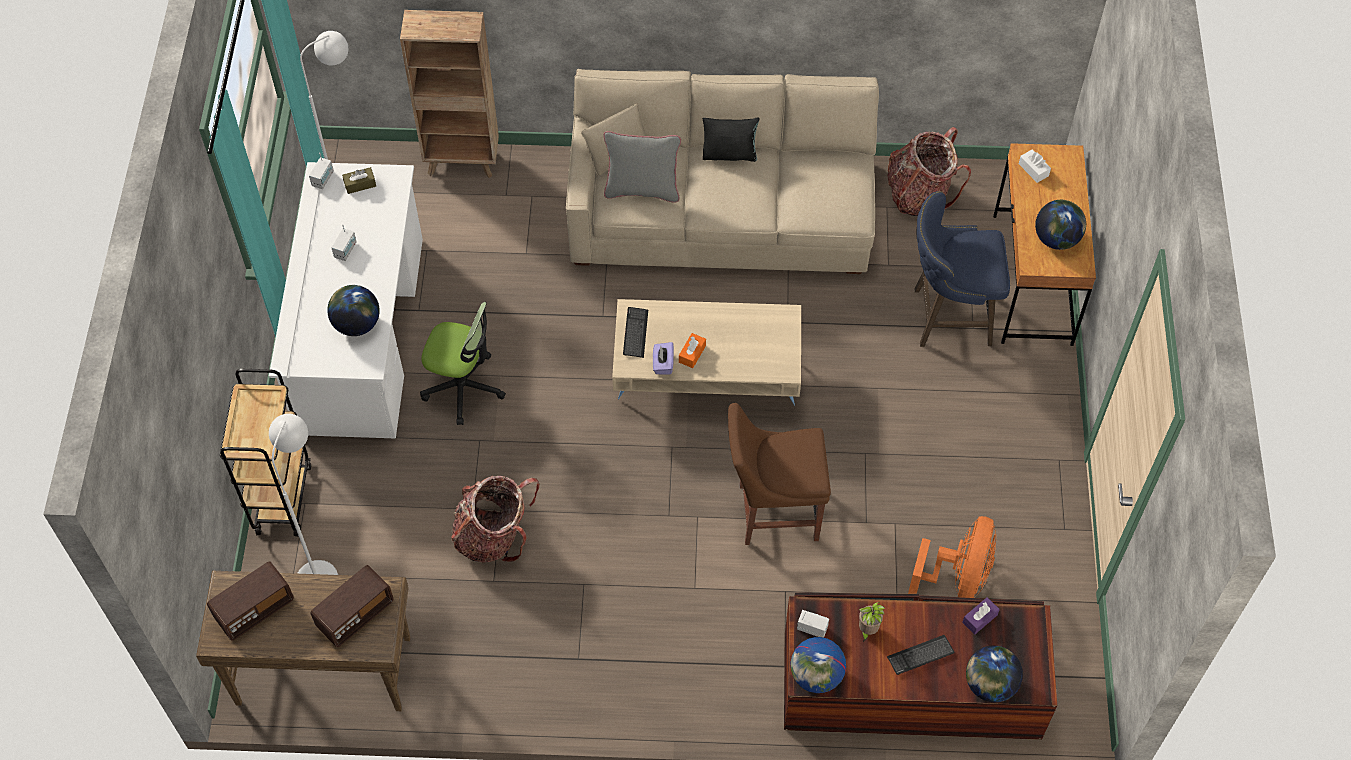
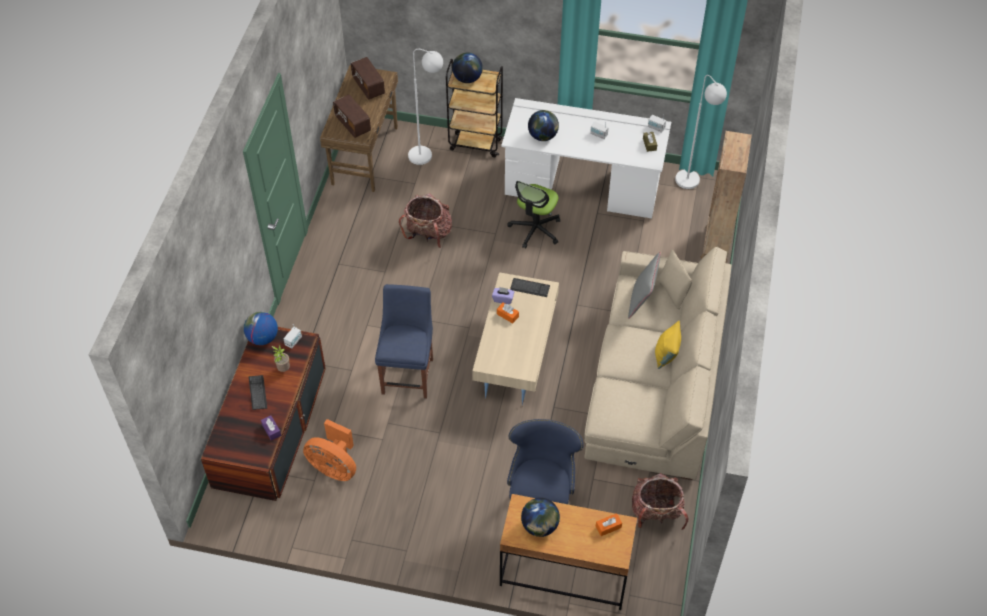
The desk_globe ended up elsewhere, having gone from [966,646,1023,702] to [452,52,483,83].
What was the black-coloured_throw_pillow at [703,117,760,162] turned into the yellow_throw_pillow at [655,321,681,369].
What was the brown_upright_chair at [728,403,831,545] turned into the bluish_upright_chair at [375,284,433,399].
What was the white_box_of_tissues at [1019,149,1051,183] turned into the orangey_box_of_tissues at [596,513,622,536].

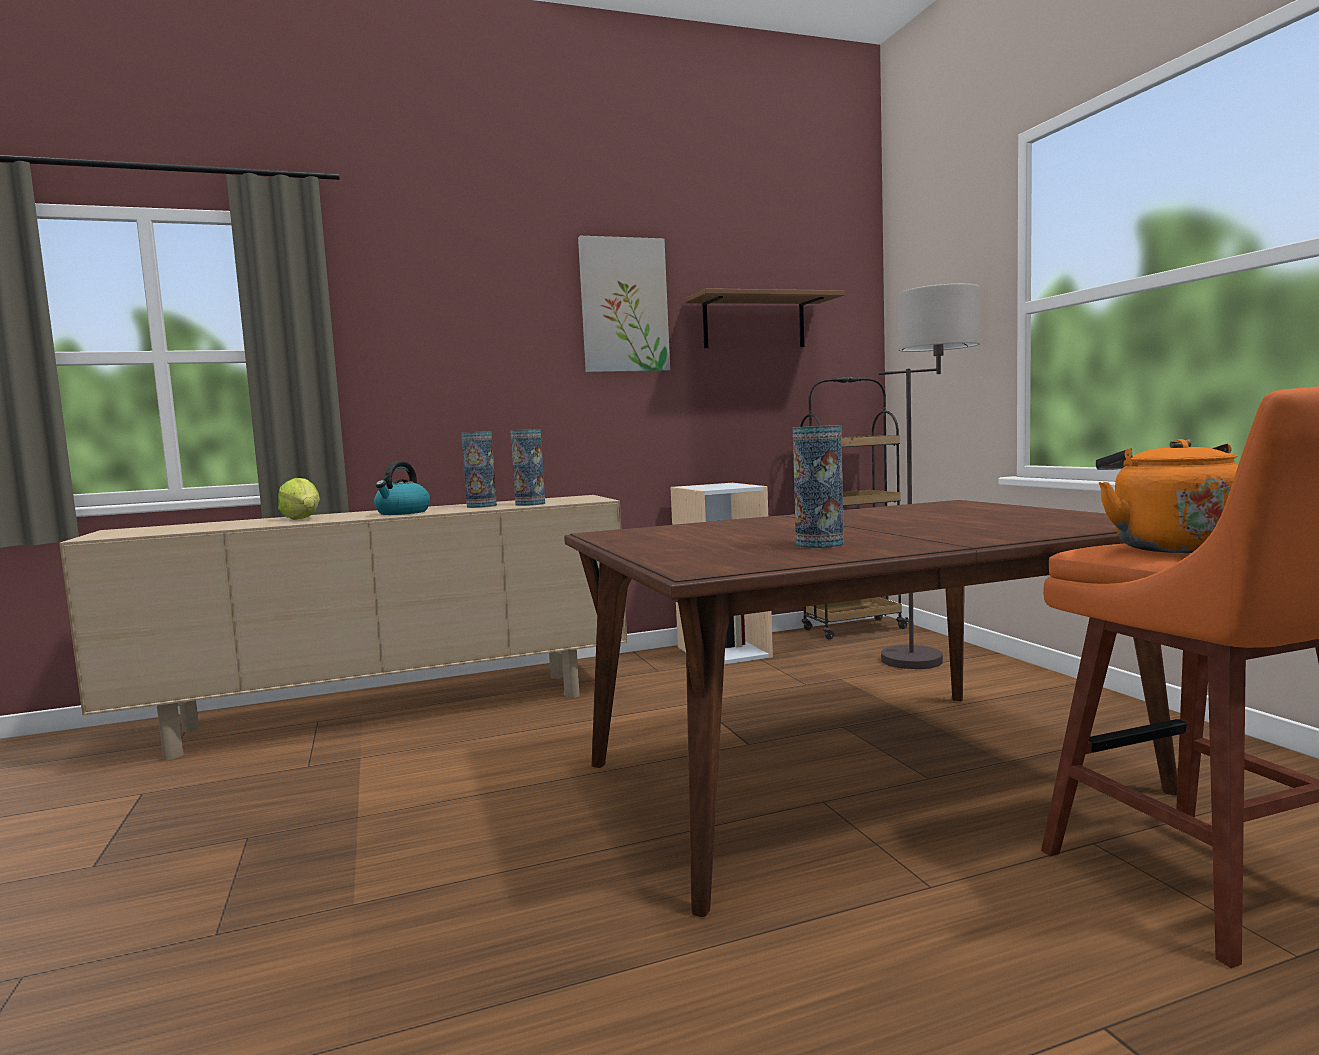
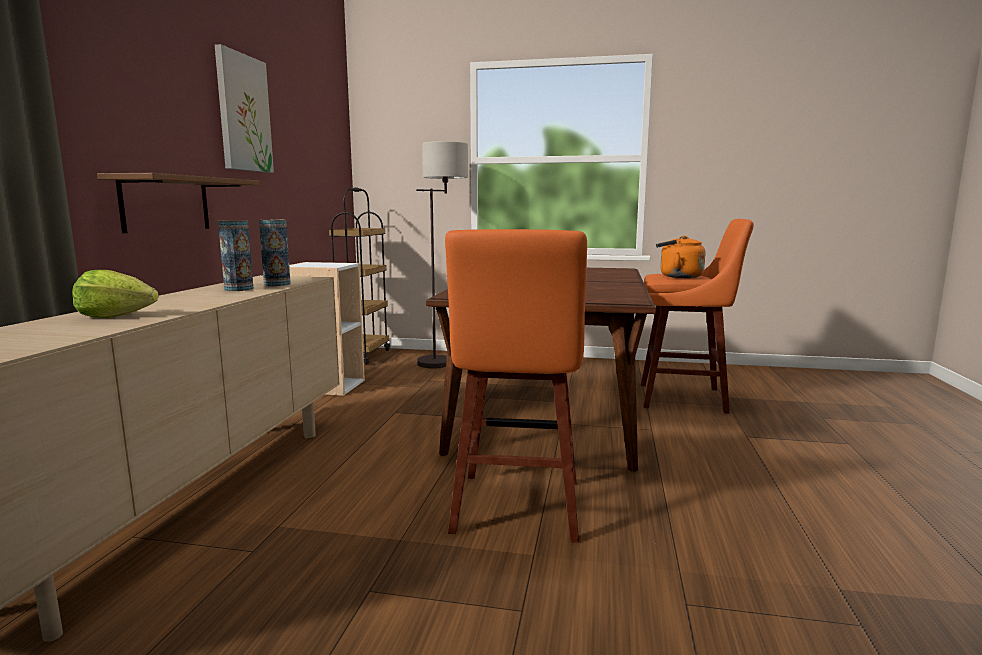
The second view lost the tea_kettle at [374,461,430,515].
The second view lost the decorative_vase at [793,425,844,549].
The second view gained the orangey_sitting_stool at [445,229,587,543].
The brown_bracket_shelf ended up elsewhere, having gone from [685,288,845,348] to [97,173,260,233].

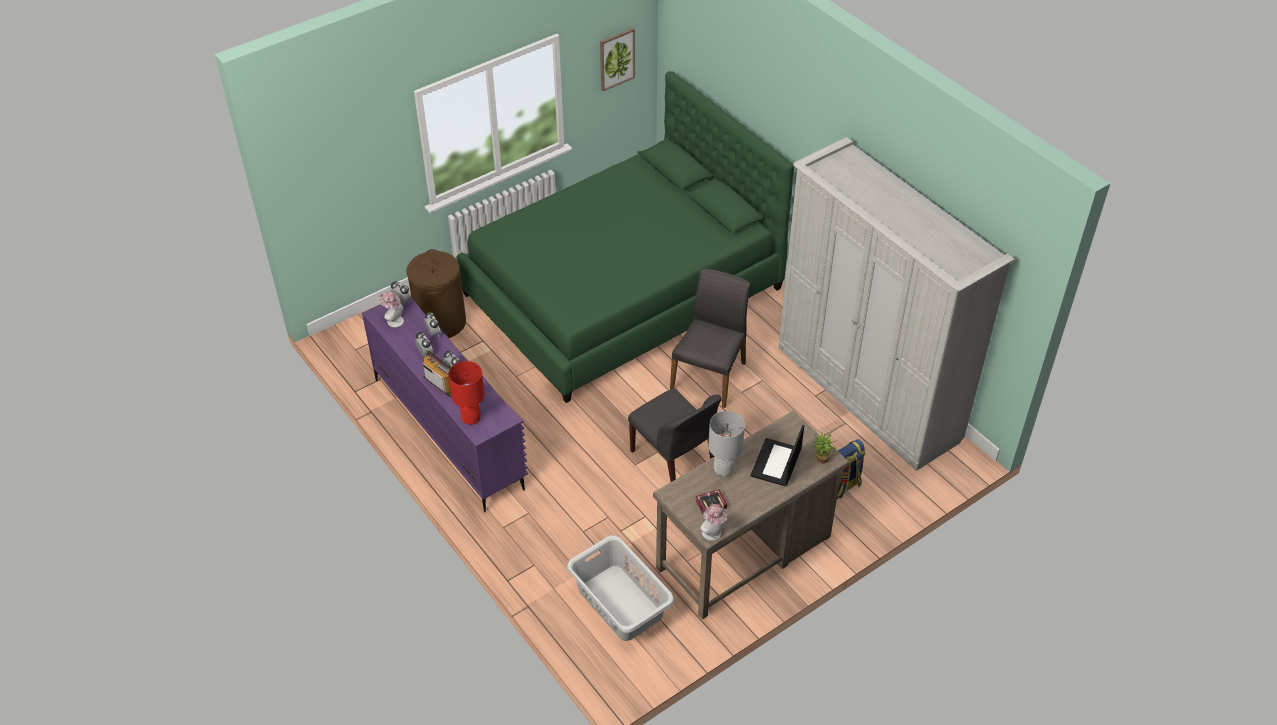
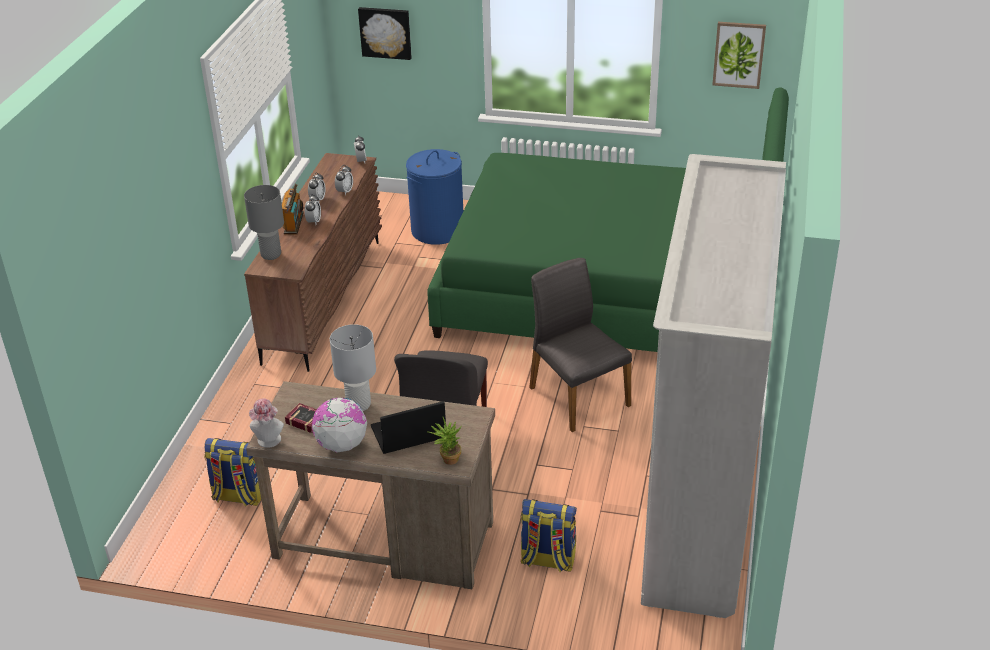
The second view lost the clothing_hat at [379,291,404,327].
The second view gained the desk_globe at [312,398,367,453].
The second view gained the wall_picture at [358,7,412,60].
Where the grey_washing_basket stood at [567,535,674,641], the rucksack came to stand at [204,438,261,507].
What was the purple-coloured_dresser at [362,297,528,512] turned into the brown_dresser at [244,153,382,372].
What was the brown_washing_basket at [406,249,466,338] turned into the bluish_washing_basket at [406,149,463,245].
What was the red_lamp_for_a_table at [448,361,485,425] turned into the grey_lamp_for_a_table at [244,185,284,260].
The grey_upright_chair at [670,269,750,408] ended up facing another way, 105 degrees counterclockwise from before.

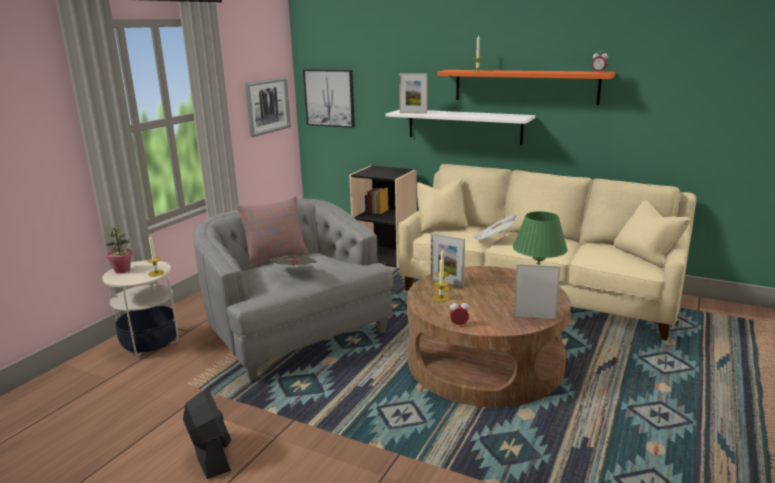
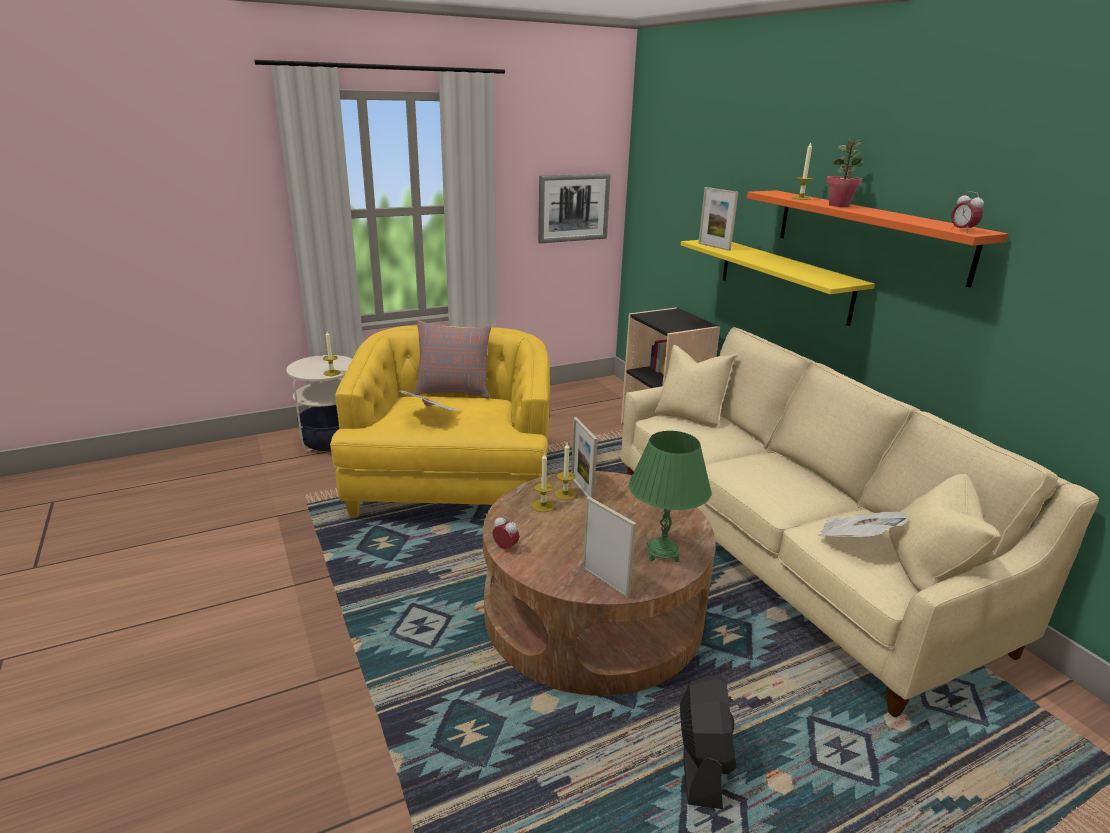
The second view lost the wall_picture at [303,69,355,128].
The plant_in_a_pot ended up elsewhere, having gone from [106,228,133,274] to [826,138,864,207].
The black-coloured_cooling_fan ended up elsewhere, having gone from [183,390,231,479] to [680,674,736,809].
The newspaper ended up elsewhere, having gone from [473,215,518,241] to [818,512,908,537].
What was the grey_armchair at [193,198,393,381] turned into the yellow_armchair at [330,325,550,518].
What was the white_bracket_shelf at [386,110,535,145] turned into the yellow_bracket_shelf at [681,240,875,326].

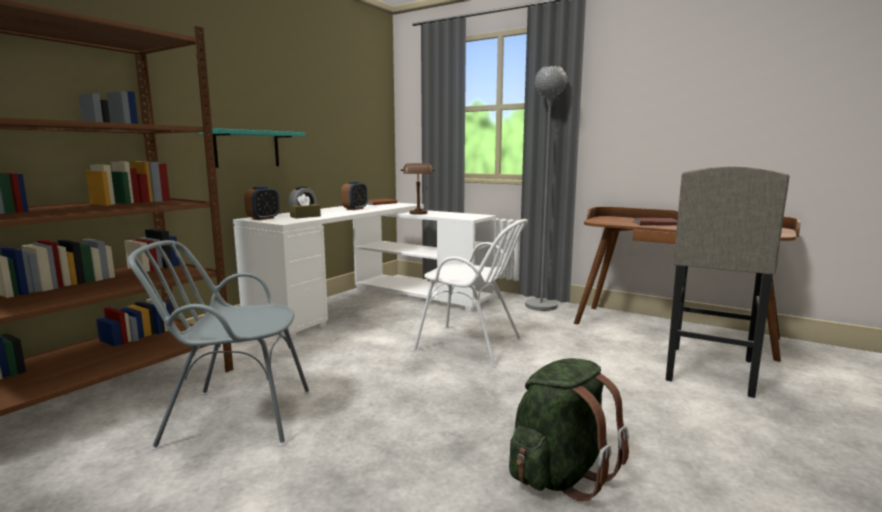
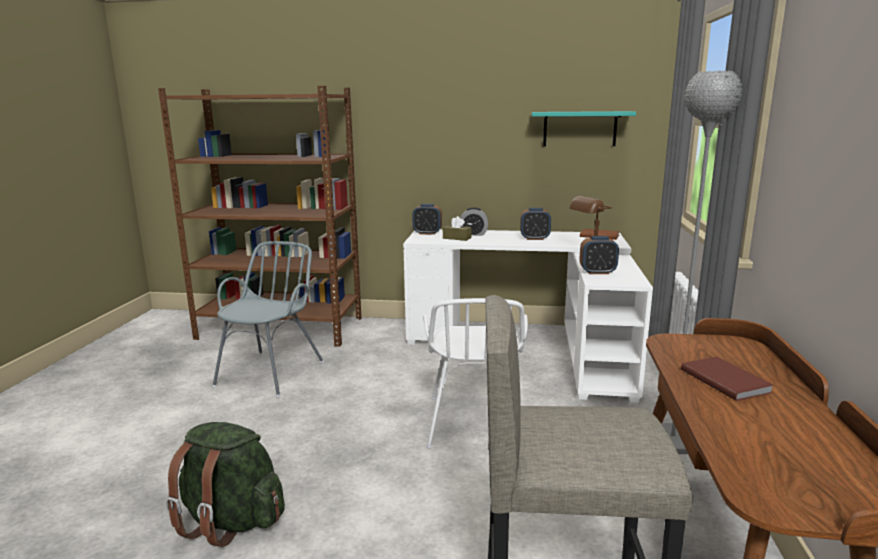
The second view gained the bedside_clock at [580,236,619,274].
The turquoise-coloured_bracket_shelf ended up elsewhere, having gone from [199,128,305,168] to [532,111,636,146].
The grey_upright_chair at [128,240,310,450] ended up facing another way, 45 degrees clockwise from before.

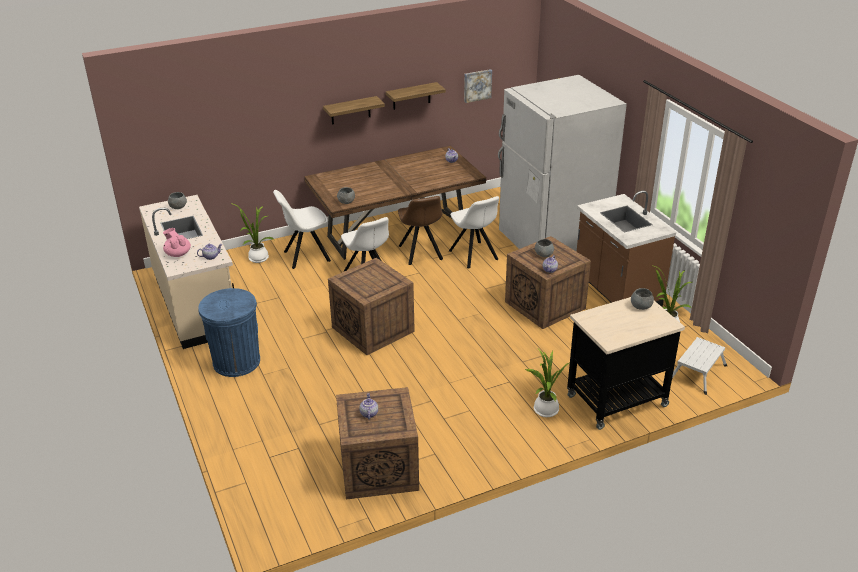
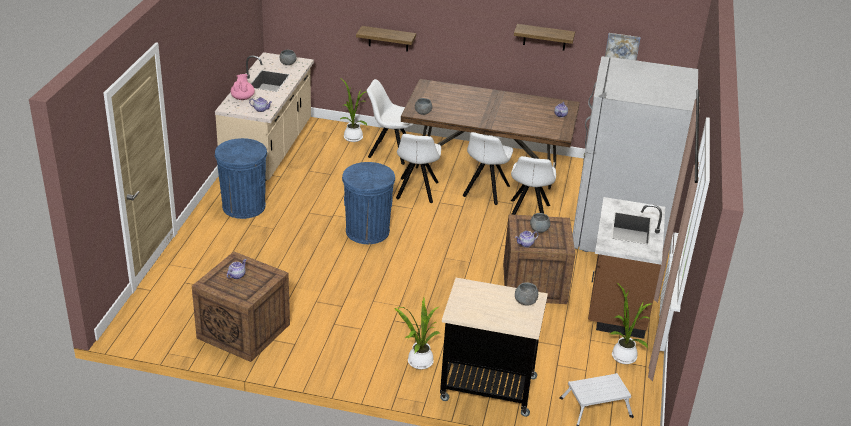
The bracket_shelf ended up elsewhere, having gone from [323,96,385,125] to [356,26,416,52].
Where the shipping_crate stood at [328,258,415,355], the bluish_waste_bin came to stand at [342,162,395,244].
What was the brown_upright_chair at [398,196,443,265] turned into the white_upright_chair at [463,132,513,205].

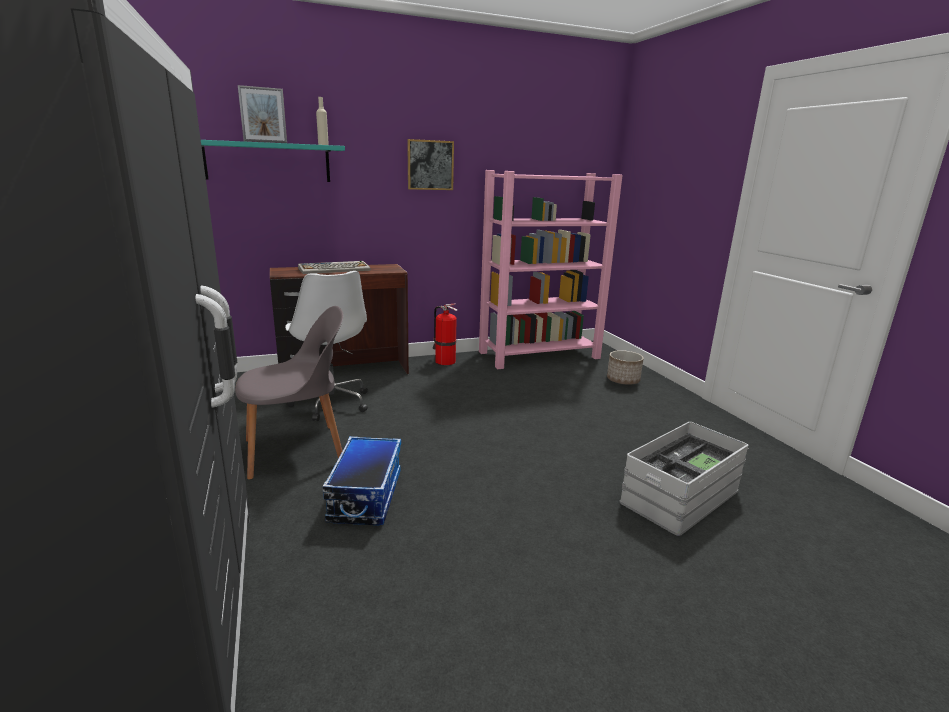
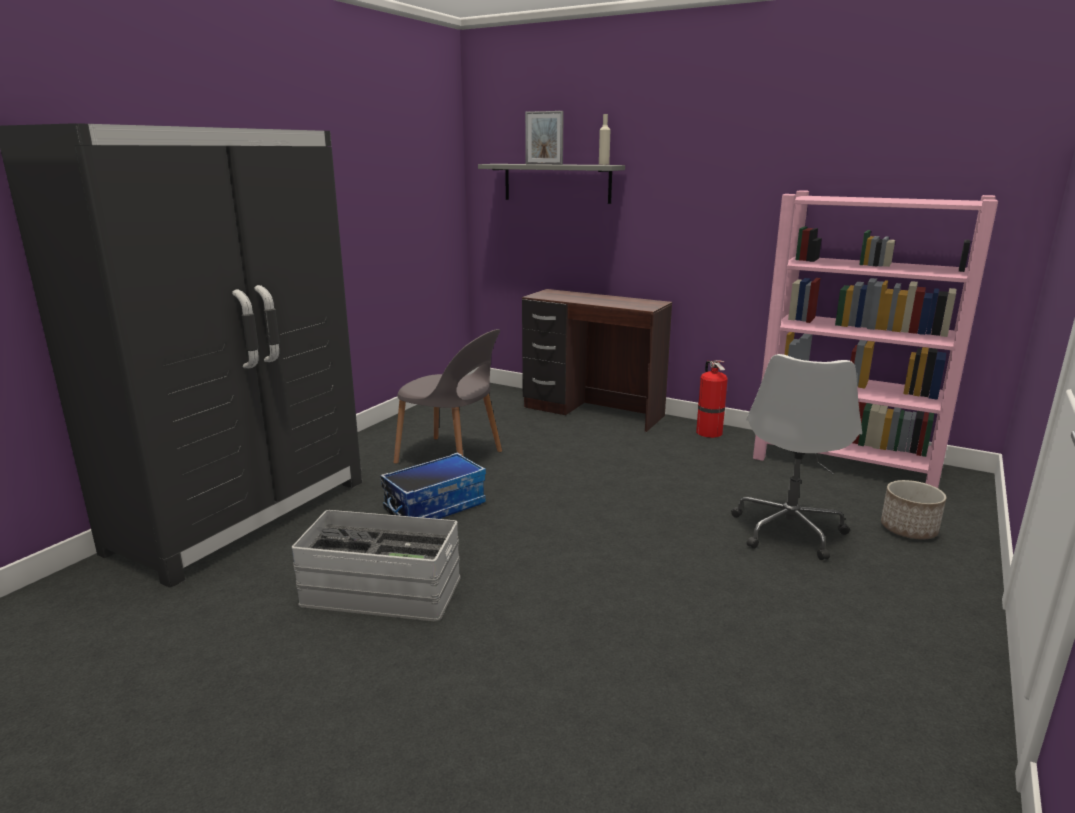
The second view lost the computer_keyboard at [298,261,370,274].
The second view lost the wall_picture at [407,139,454,190].
The white_office_chair ended up elsewhere, having gone from [285,271,368,421] to [731,354,862,560].
The grey_storage_container ended up elsewhere, having gone from [619,422,749,536] to [292,510,461,622].
What was the turquoise-coloured_bracket_shelf at [201,140,345,182] turned into the grey_bracket_shelf at [478,164,625,204].

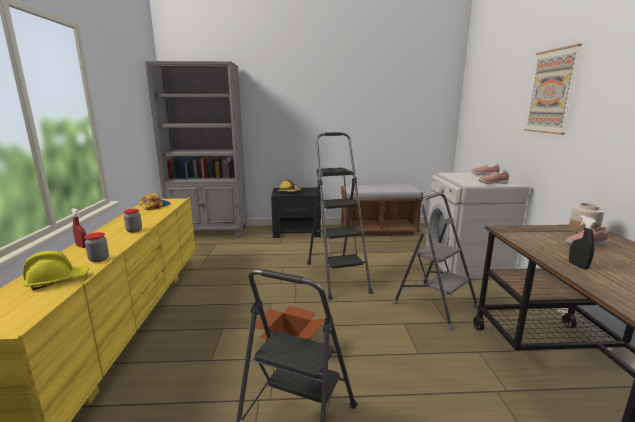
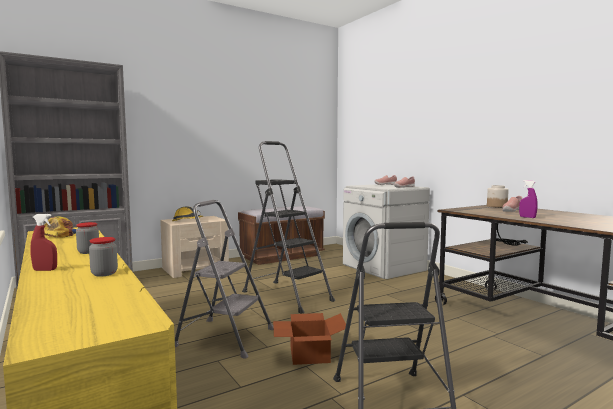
The second view lost the yellow_hard_hat at [23,251,89,290].
The second view lost the wall_picture at [524,44,582,135].
The grey_step_stool ended up elsewhere, having gone from [392,192,479,331] to [175,200,274,359].
What was the black-coloured_night_table at [271,188,321,238] turned into the beige_night_table at [160,216,229,278].
What was the black-coloured_spray_bottle at [569,215,596,269] turned into the purple-coloured_spray_bottle at [519,180,538,218].

